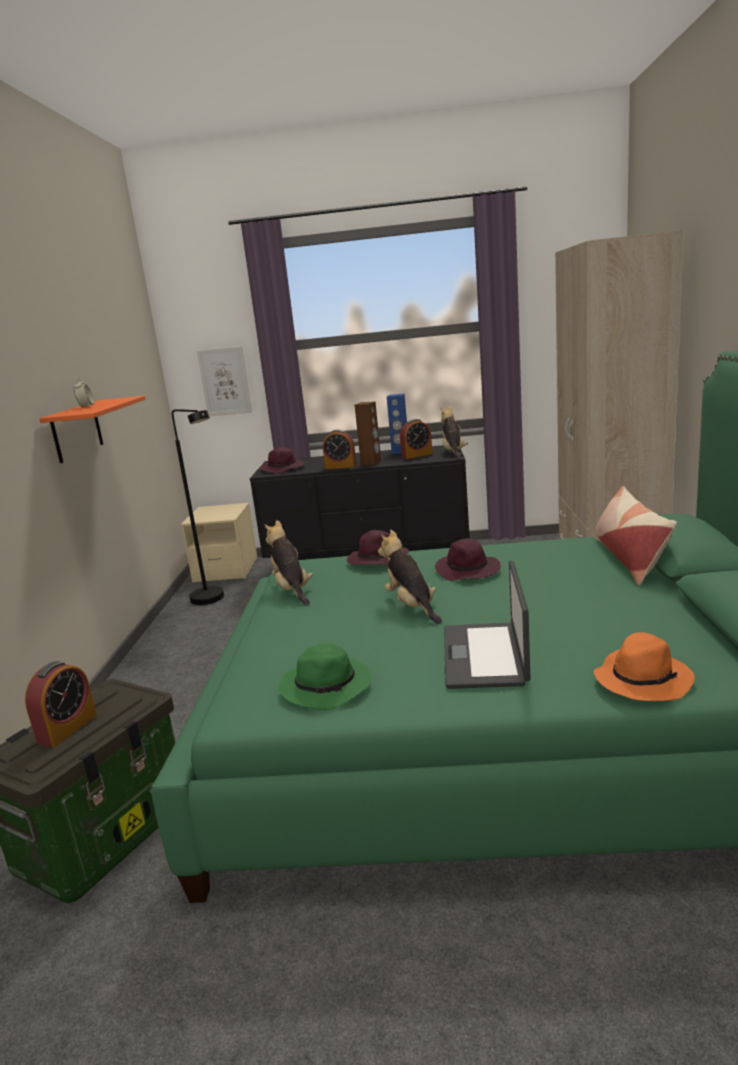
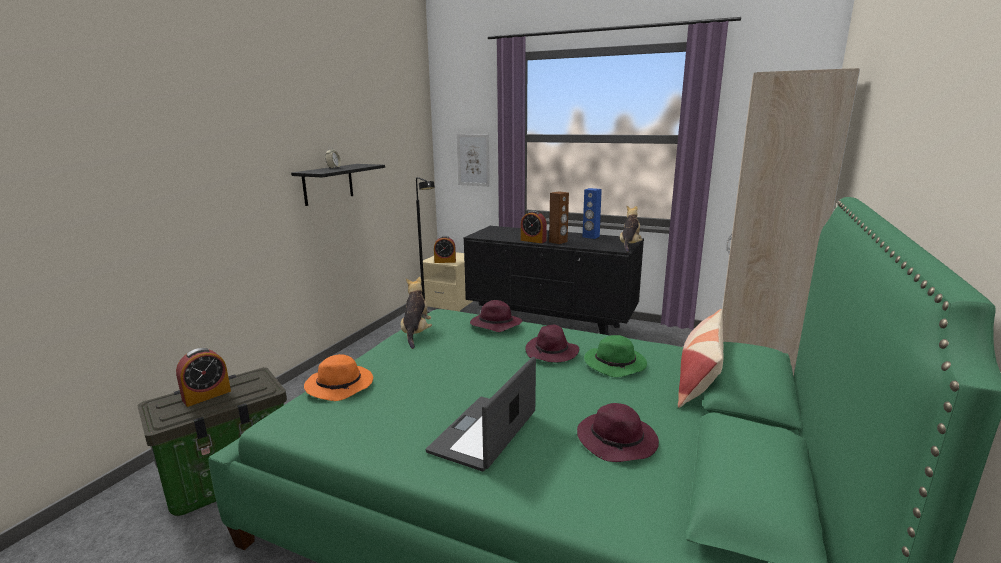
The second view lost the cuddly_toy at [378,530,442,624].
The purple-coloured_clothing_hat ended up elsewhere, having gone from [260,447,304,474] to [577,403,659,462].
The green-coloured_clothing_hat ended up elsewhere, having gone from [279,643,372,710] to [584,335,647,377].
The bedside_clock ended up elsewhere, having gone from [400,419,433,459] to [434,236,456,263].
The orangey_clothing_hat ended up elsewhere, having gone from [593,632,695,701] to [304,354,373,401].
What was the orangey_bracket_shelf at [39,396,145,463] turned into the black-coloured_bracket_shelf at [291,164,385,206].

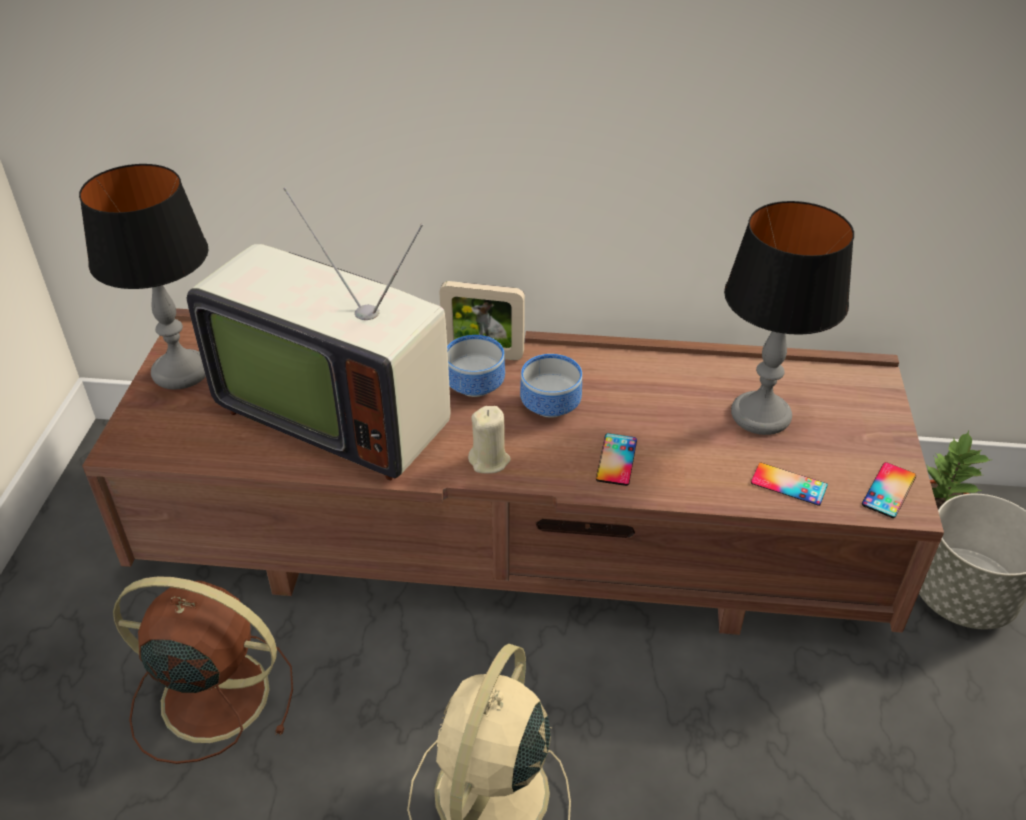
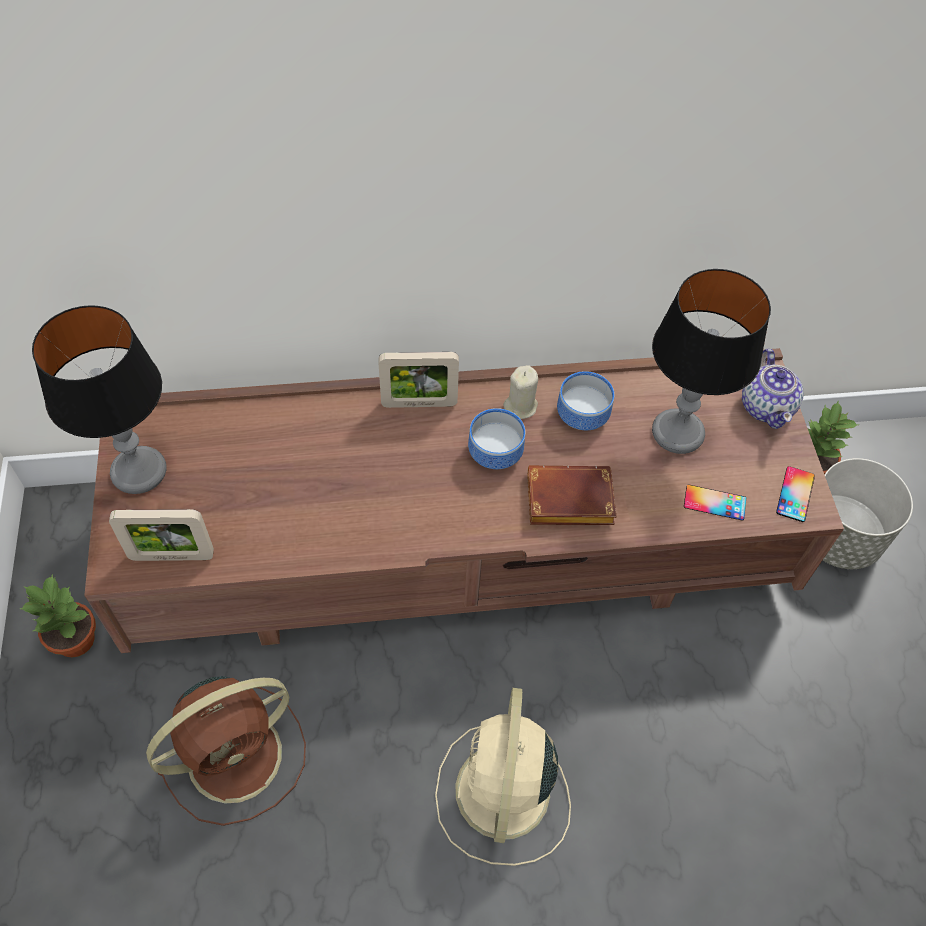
The second view lost the television at [186,188,451,481].
The second view gained the plant_in_a_pot at [20,574,96,657].
The second view gained the photo_frame at [109,509,214,561].
The second view gained the tea_pot at [742,349,804,429].
The deep_dish ended up elsewhere, having gone from [447,335,505,397] to [557,371,614,430].
The beige_wax_candle ended up elsewhere, having gone from [468,406,511,473] to [503,365,538,419].
Where the phone stood at [596,433,637,486], the brown_volume came to stand at [527,465,617,525].
The brown_cooling_fan at [113,576,293,764] ended up facing another way, 150 degrees clockwise from before.

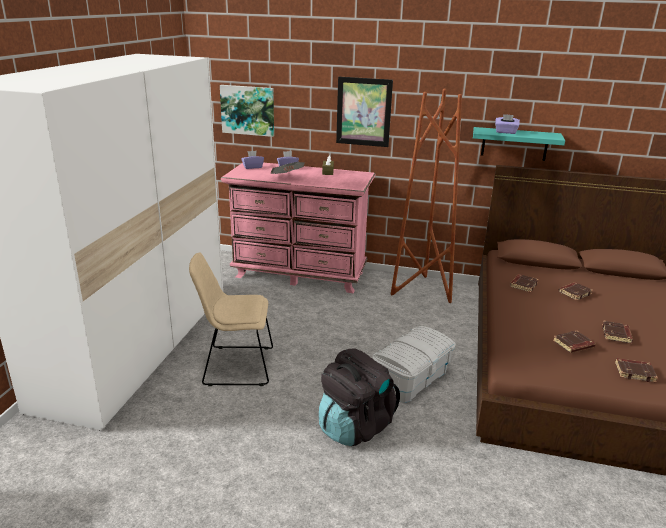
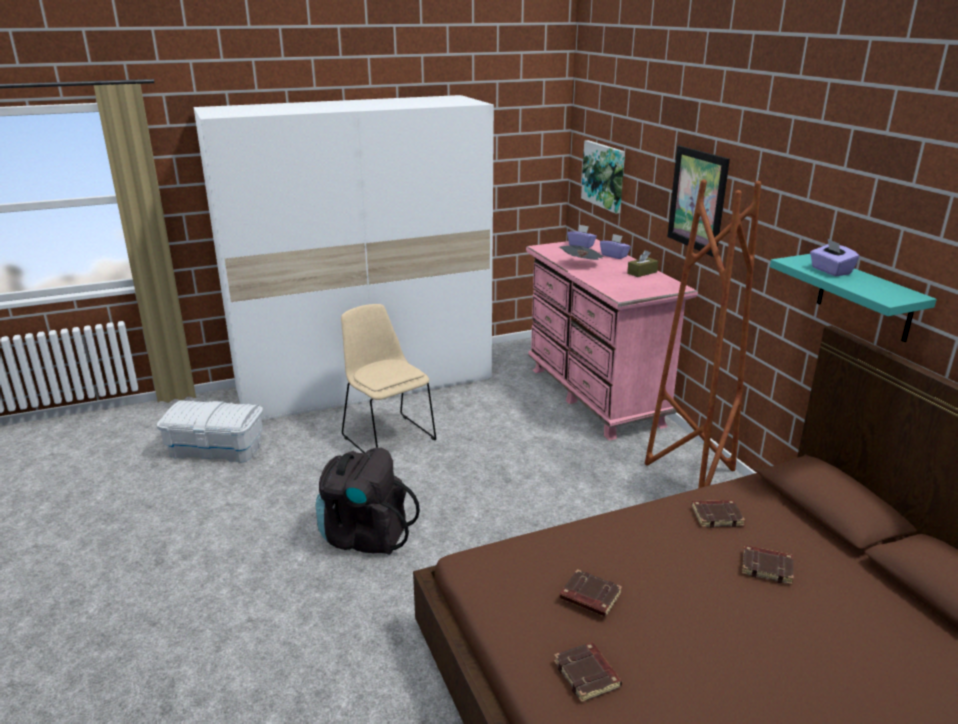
The second view lost the brown_volume at [602,320,633,343].
The white_storage_container ended up elsewhere, having gone from [372,326,455,403] to [157,400,263,463].

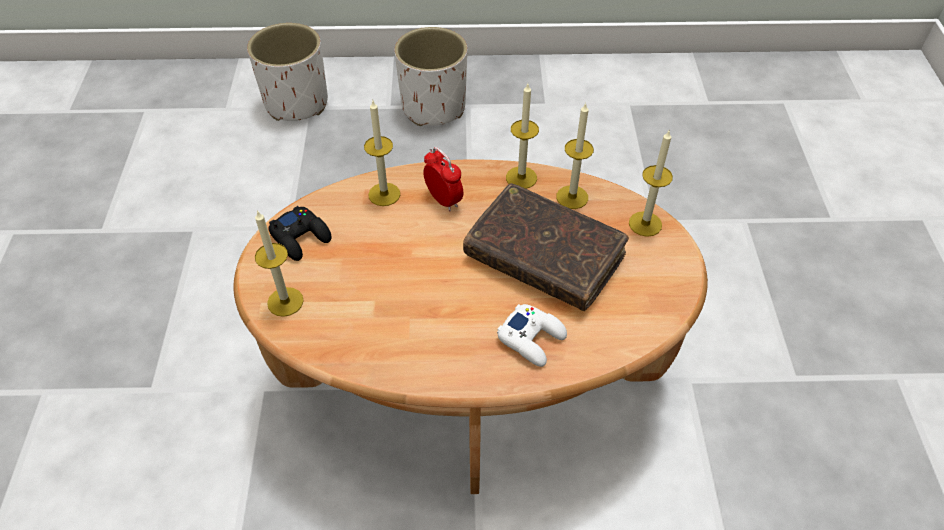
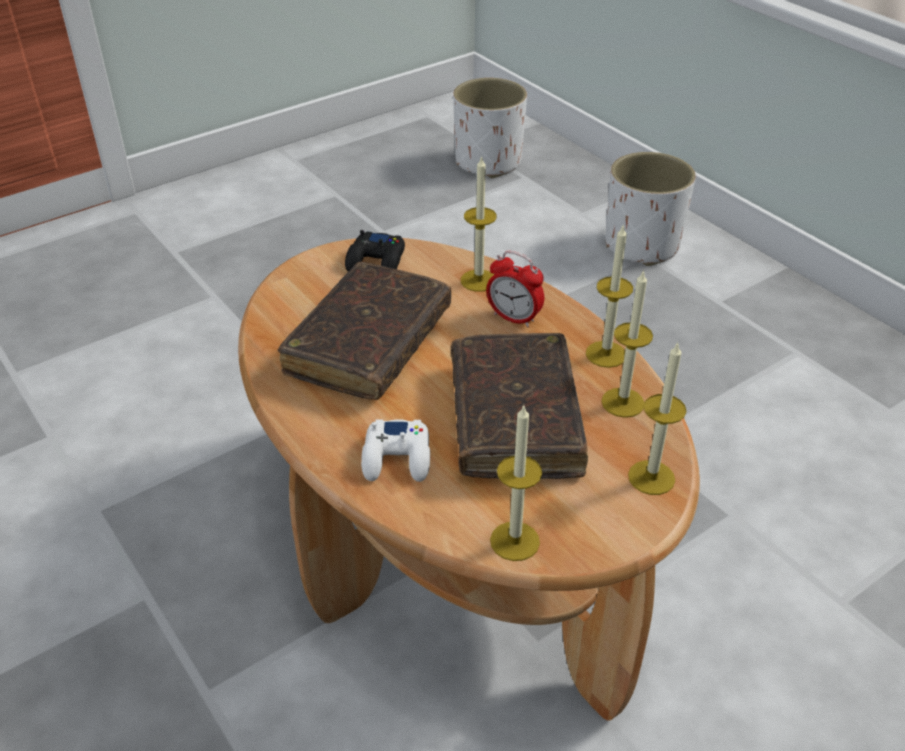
The second view gained the brown_volume at [277,262,451,400].
The wax_candle ended up elsewhere, having gone from [255,210,303,317] to [490,405,542,561].
The white_plant_pot ended up elsewhere, having gone from [395,27,467,126] to [453,78,527,178].
The bedside_clock at [423,147,463,211] ended up facing another way, 105 degrees clockwise from before.

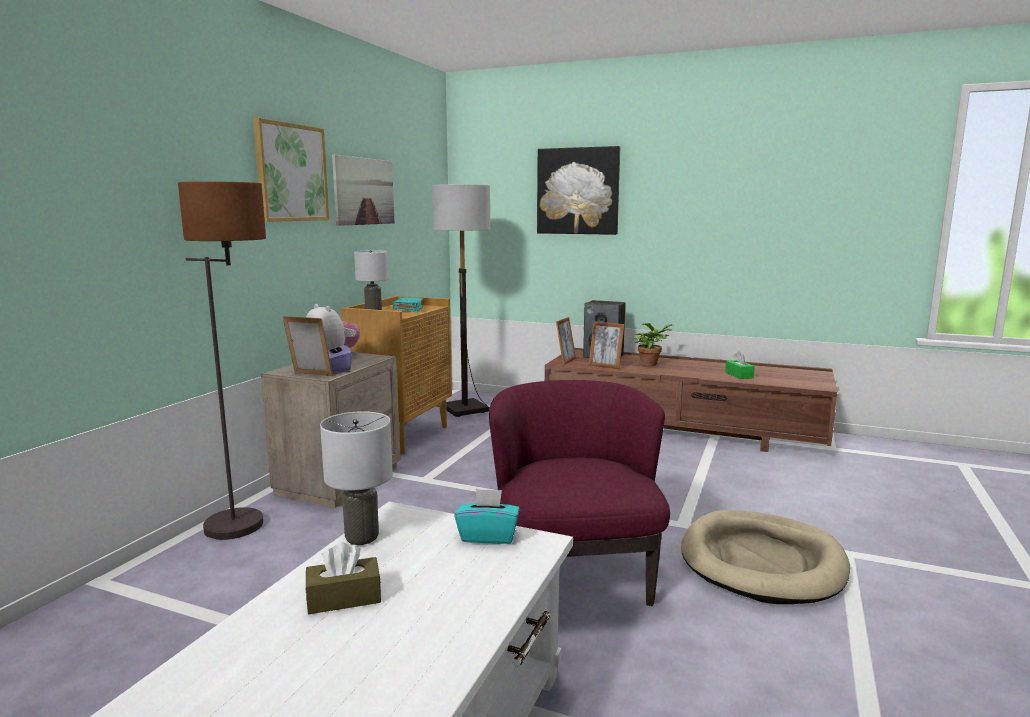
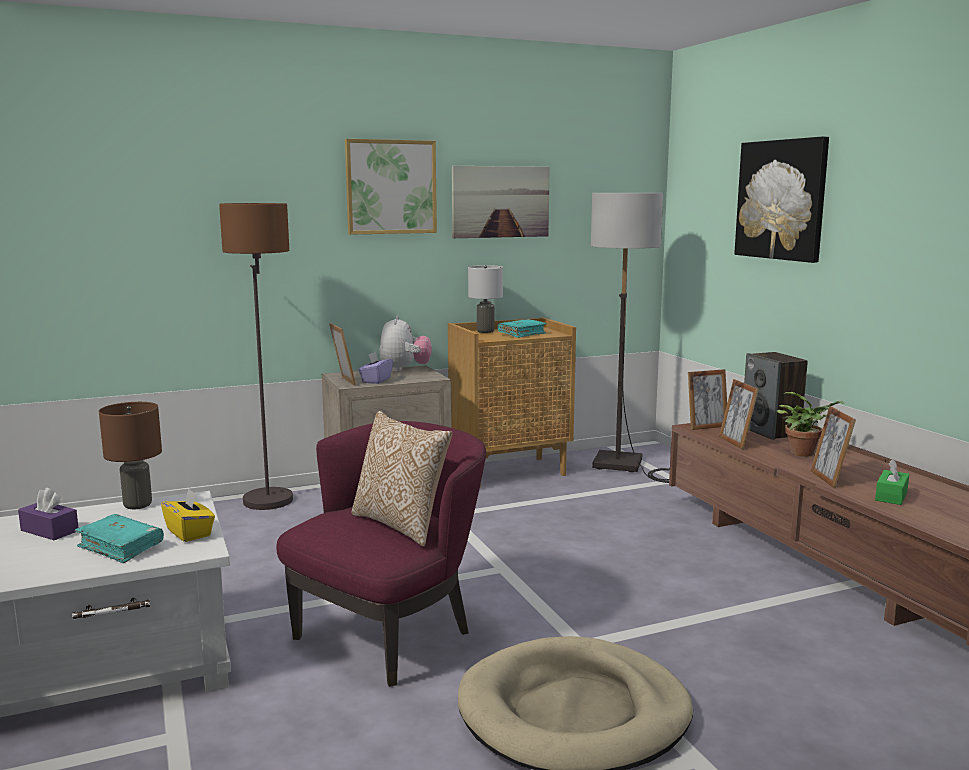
The second view gained the turquoise-coloured_volume at [75,514,164,563].
The second view gained the throw_pillow at [351,411,453,547].
The second view gained the photo_frame at [810,406,856,488].
What was the brown_box_of_tissues at [306,542,381,614] turned into the purple-coloured_box_of_tissues at [18,488,79,540].
What was the white_lamp_for_a_table at [320,411,393,545] turned into the brown_lamp_for_a_table at [99,402,162,509].
What was the turquoise-coloured_box_of_tissues at [454,489,520,544] turned into the yellow_box_of_tissues at [161,489,215,542].

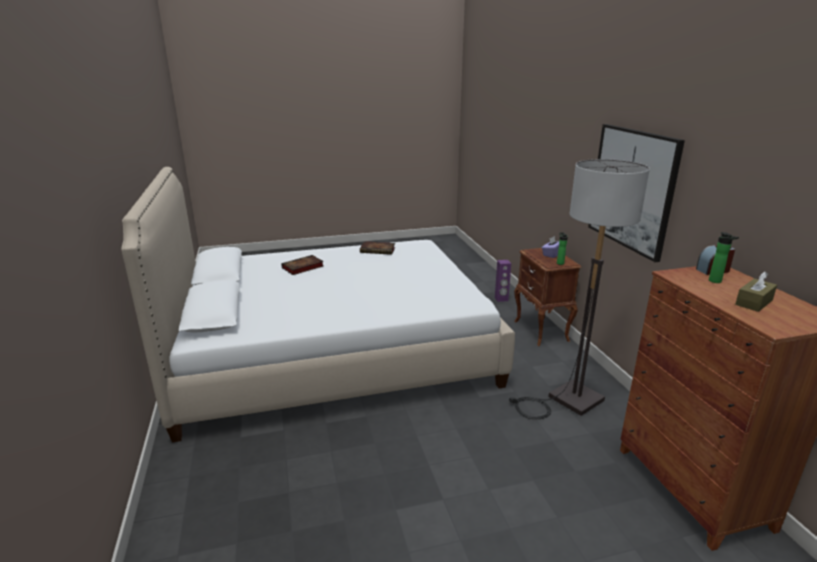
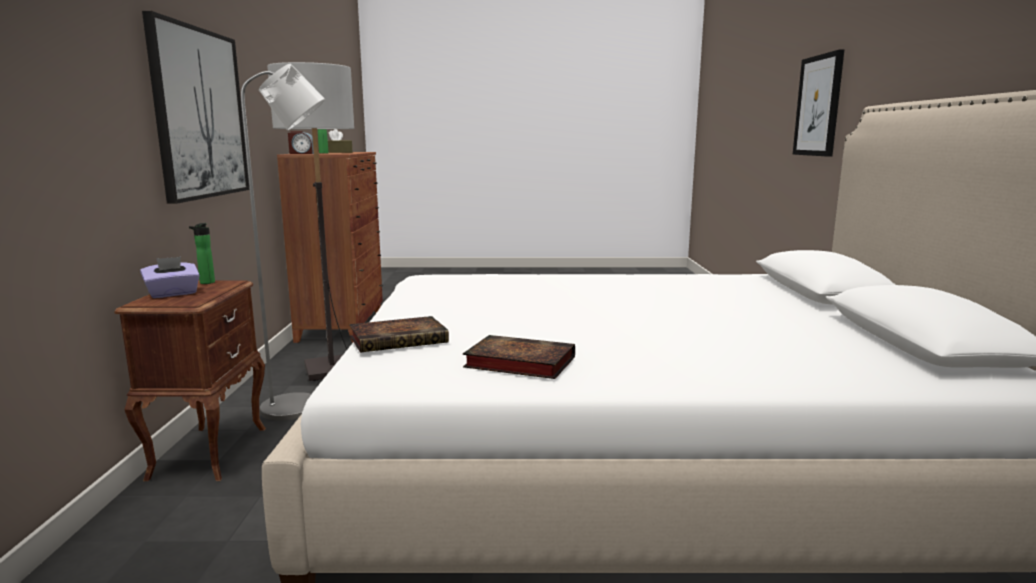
The second view lost the purple-coloured_loudspeaker at [495,260,511,302].
The second view gained the grey_standing_lamp at [241,64,325,421].
The second view gained the wall_picture at [793,49,845,157].
The volume ended up elsewhere, having gone from [281,255,324,275] to [349,316,449,353].

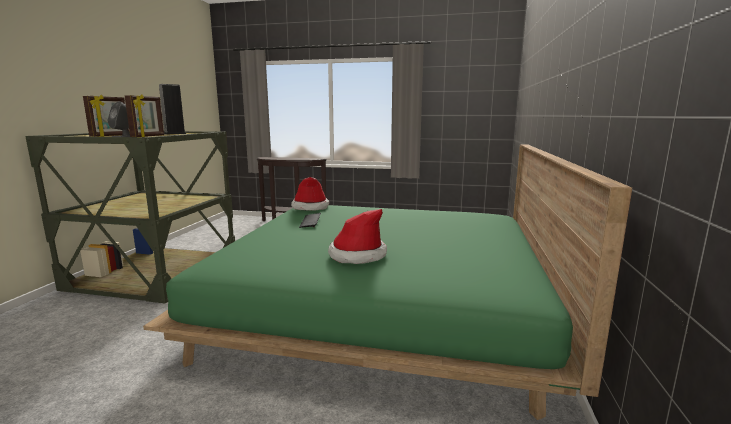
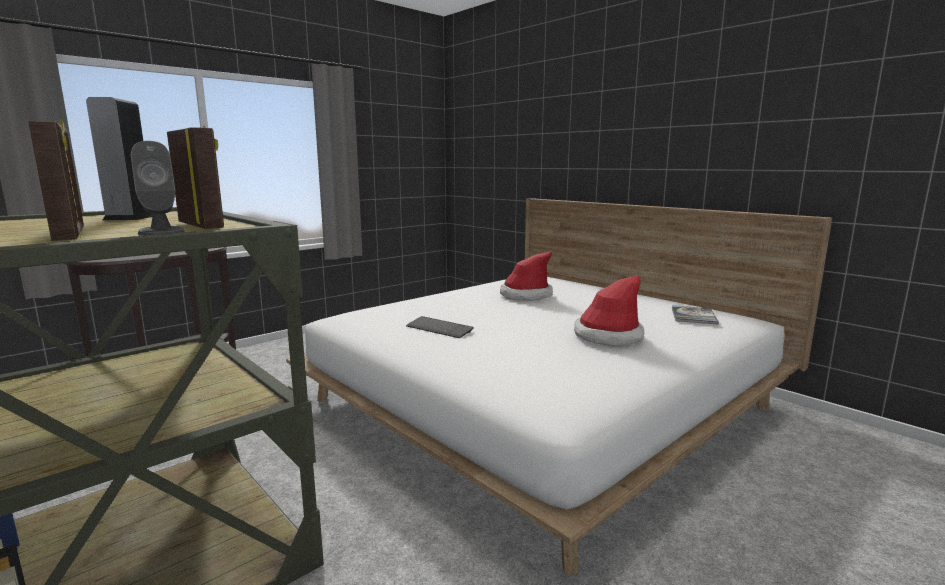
The second view gained the volume at [672,306,719,325].
The clothing_hat ended up elsewhere, having gone from [291,177,329,211] to [500,252,553,301].
What was the green-coloured_bedroom_bed at [143,144,632,420] turned into the white_bedroom_bed at [286,198,832,574].

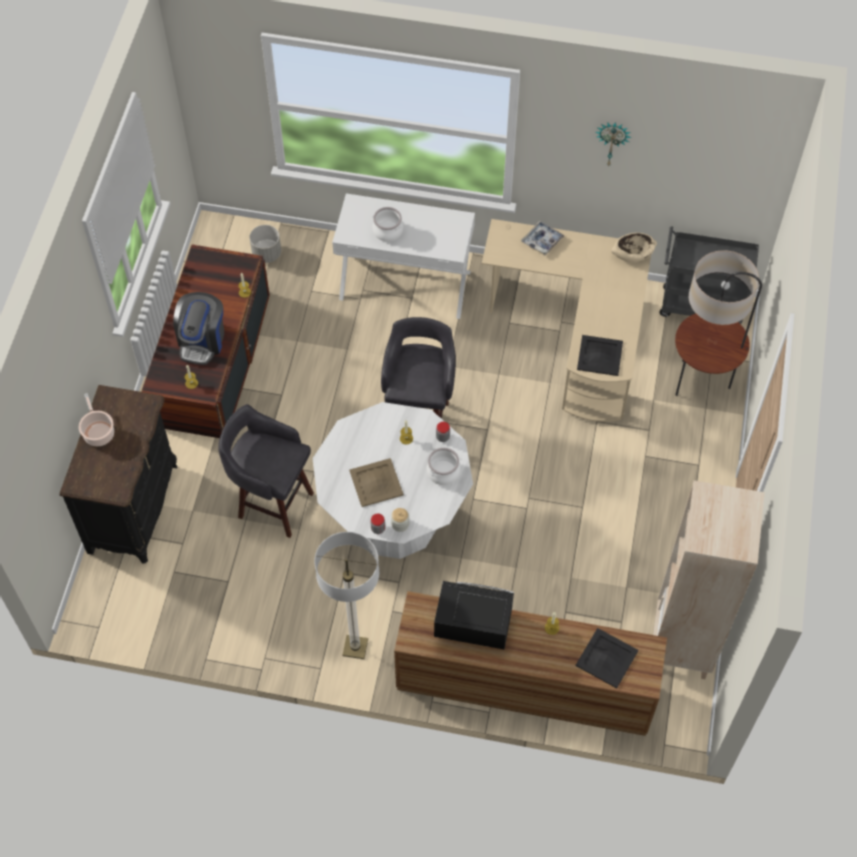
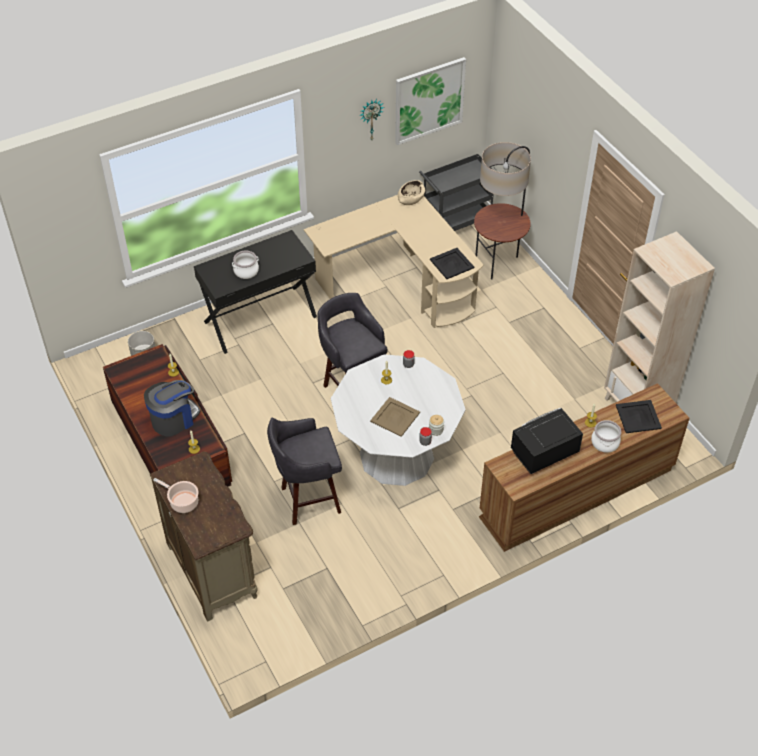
The second view lost the standing_lamp at [314,532,379,659].
The second view lost the tray at [521,221,564,256].
The second view gained the wall_picture at [395,57,466,145].
The stockpot ended up elsewhere, having gone from [427,448,460,485] to [591,420,621,453].
What was the black-coloured_dresser at [60,385,177,563] turned into the beige_dresser at [150,452,258,622].
What was the white_hall_table at [332,193,475,319] turned into the black-coloured_hall_table at [194,230,317,354].
The coffee_brewer at [173,292,224,365] ended up facing another way, 105 degrees counterclockwise from before.

